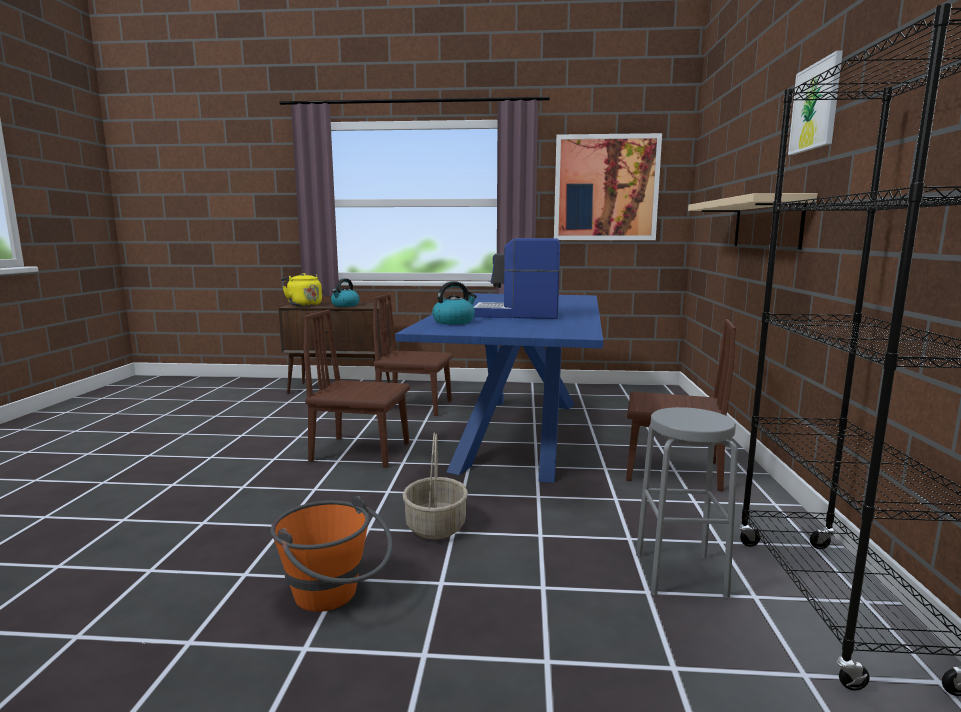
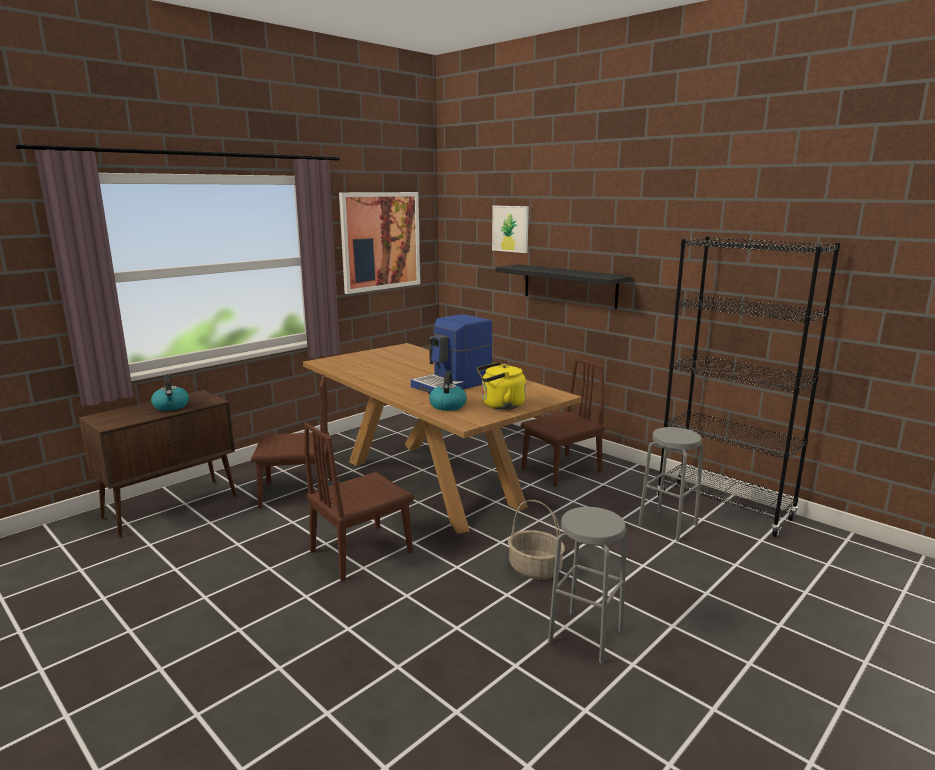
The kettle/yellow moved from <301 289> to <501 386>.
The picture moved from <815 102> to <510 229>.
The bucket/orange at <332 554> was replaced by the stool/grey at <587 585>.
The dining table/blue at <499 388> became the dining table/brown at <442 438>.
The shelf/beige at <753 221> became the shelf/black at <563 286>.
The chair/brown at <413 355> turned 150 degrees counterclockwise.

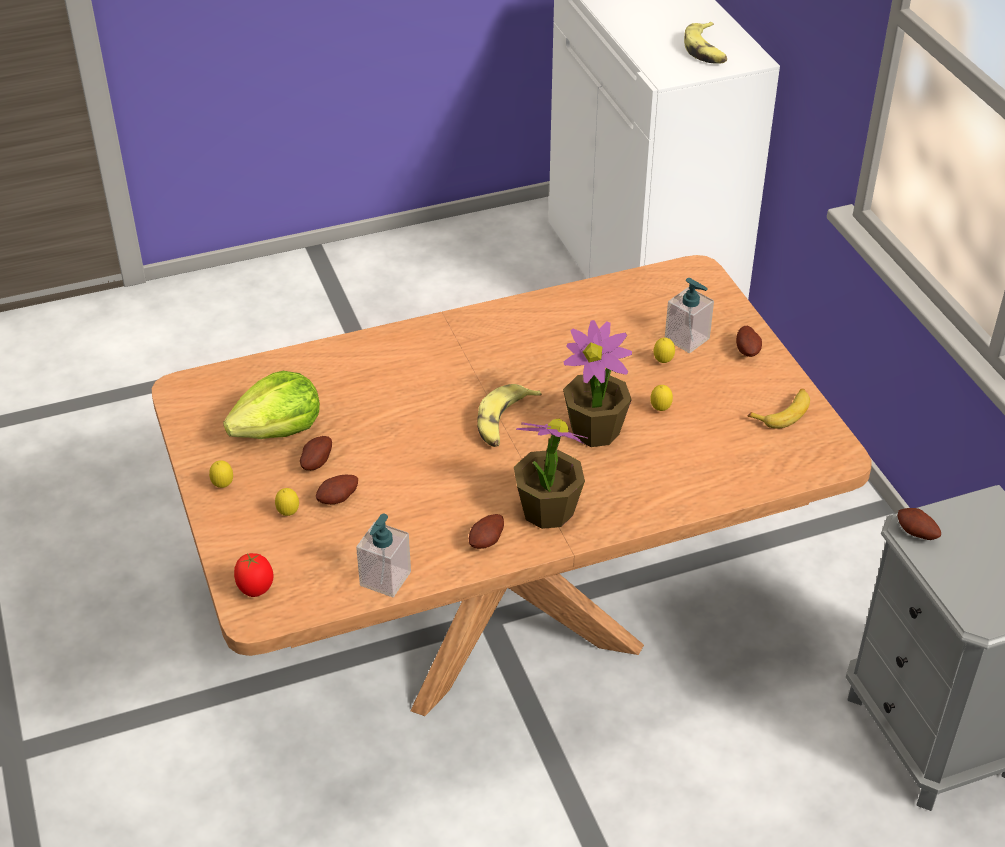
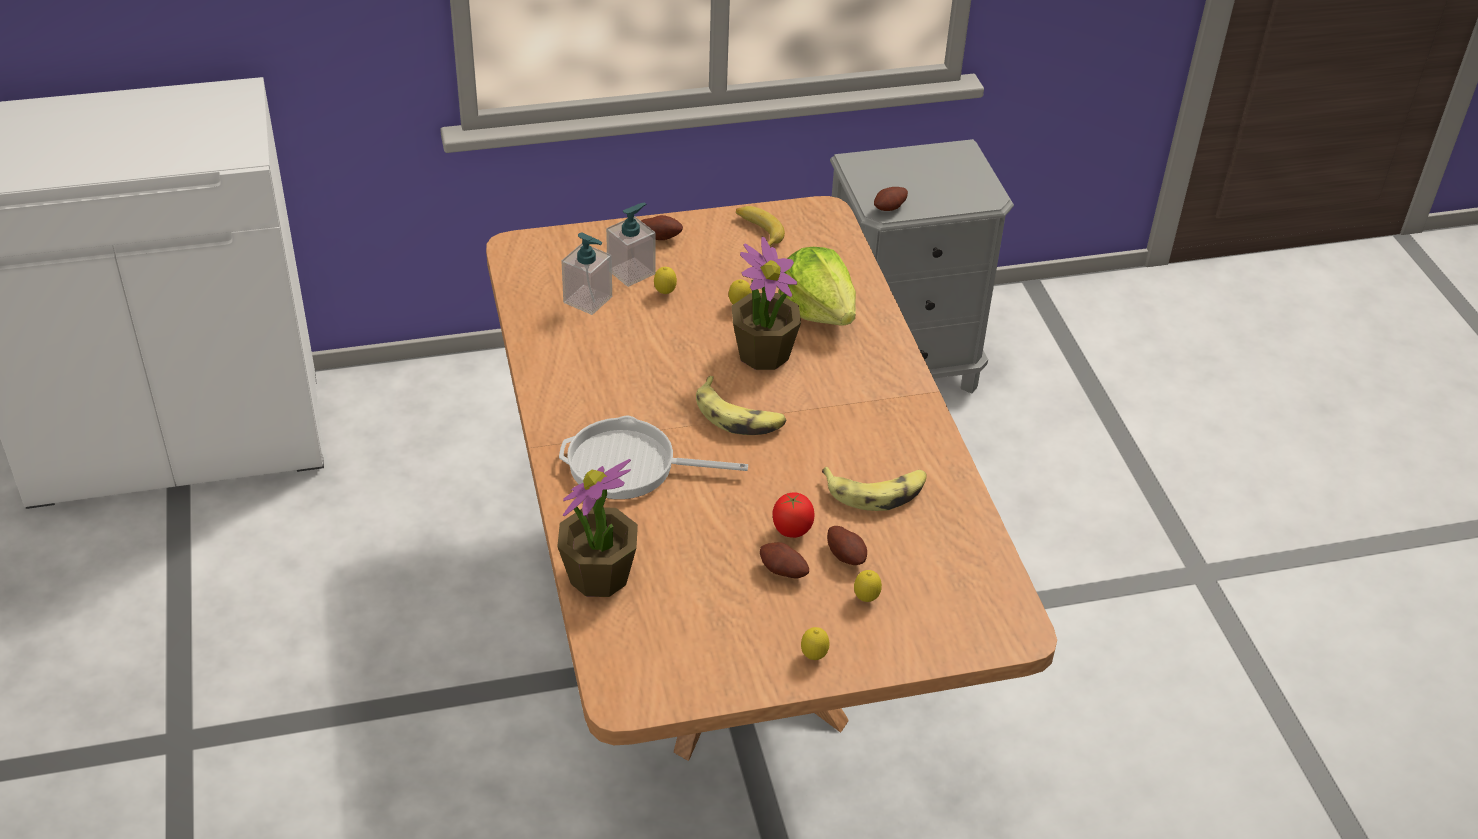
The potato at <486 531> disappeared.
The frying pan at <653 457> appeared.
The lettuce moved from <271 405> to <817 286>.
The tomato moved from <253 575> to <793 515>.
The soap dispenser moved from <383 555> to <587 274>.
The potted plant moved from <550 474> to <597 528>.
The banana moved from <705 43> to <874 489>.

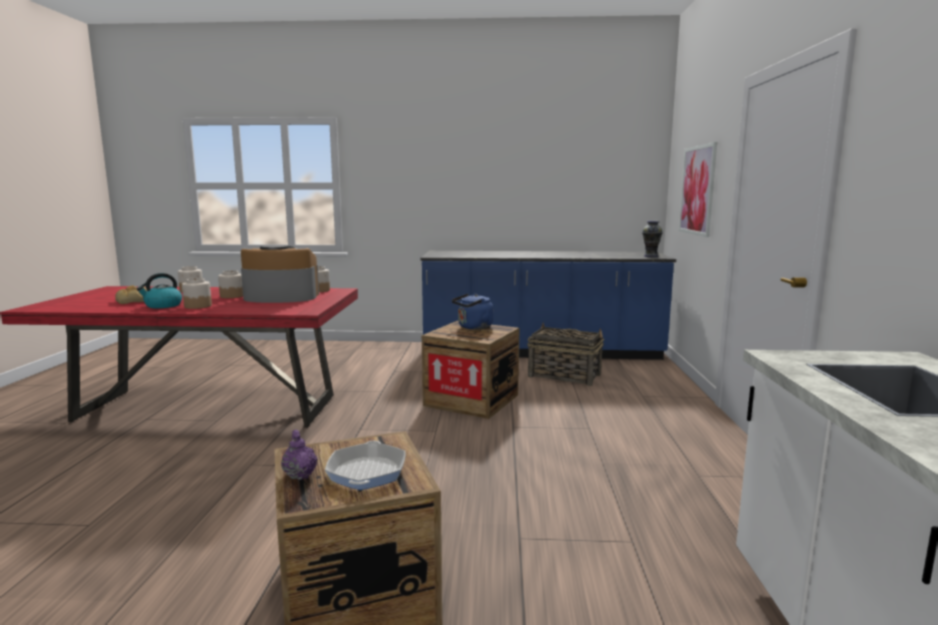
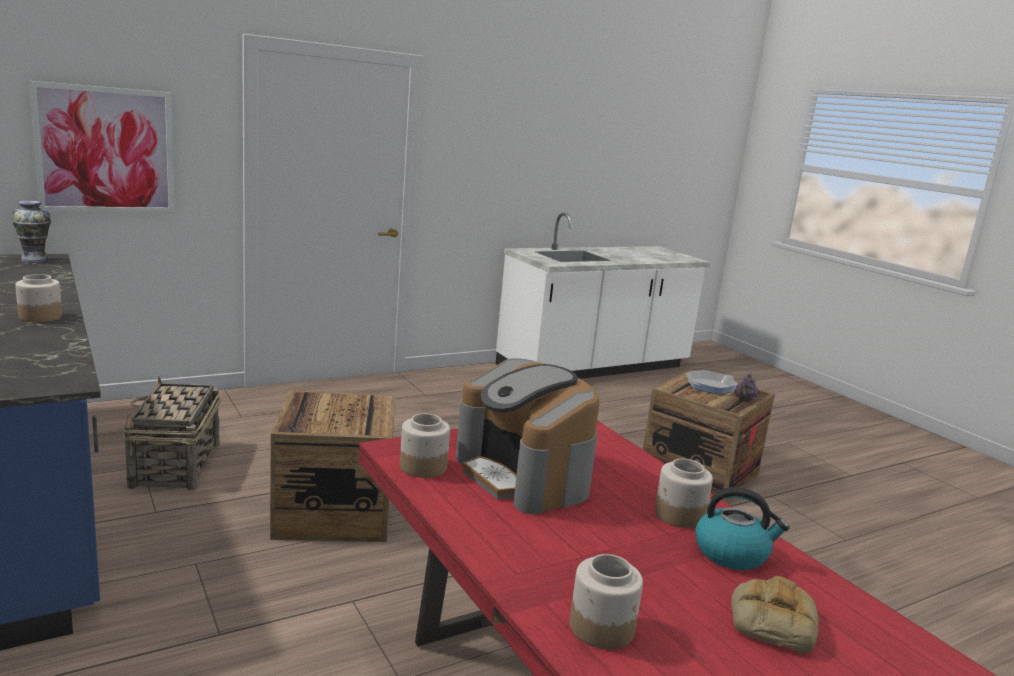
The kettle/blue at <472 312> disappeared.
The jar moved from <230 284> to <38 298>.

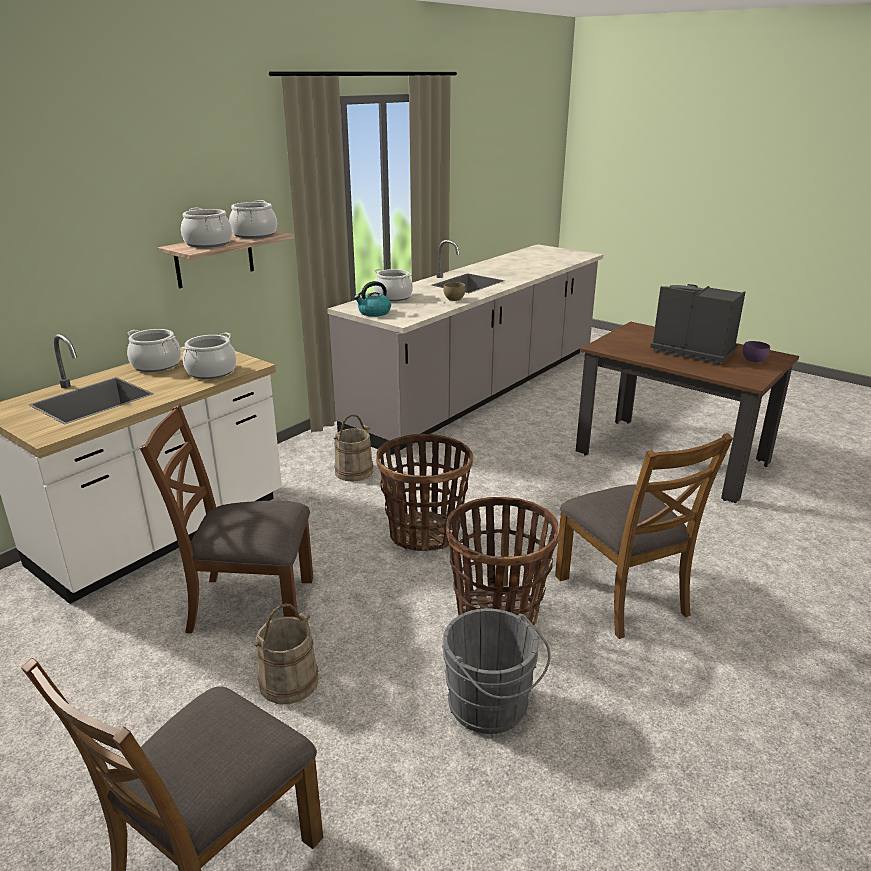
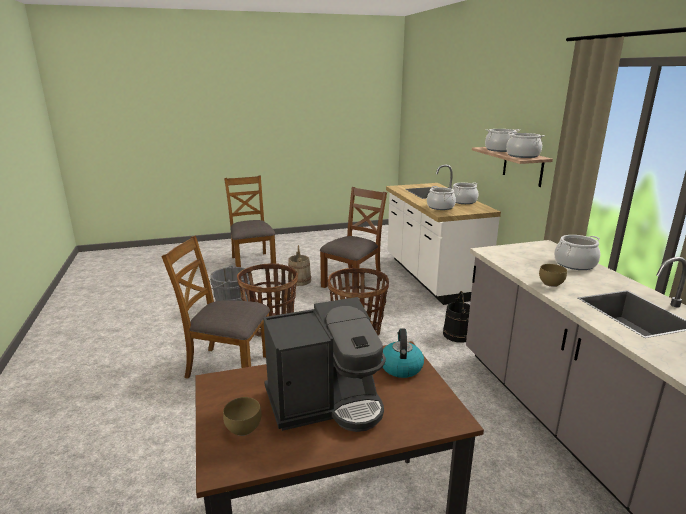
The kettle moved from <372 299> to <402 353>.
The bucket/beige at <353 448> became the bucket/black at <456 317>.
The bowl/purple at <756 352> became the bowl/brown at <242 416>.

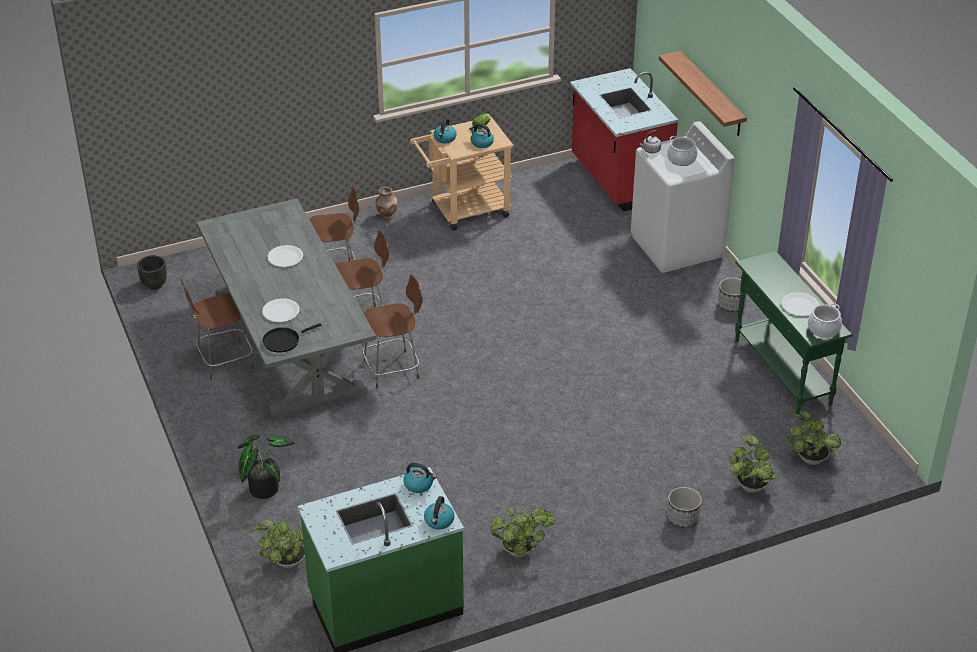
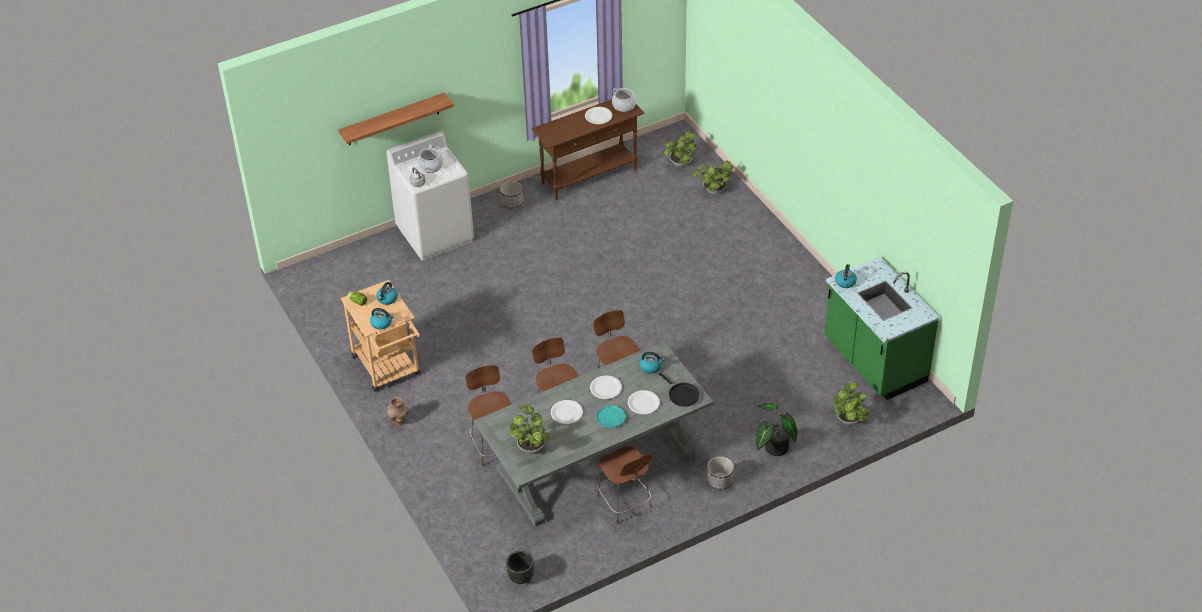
The counter/red at <624 140> disappeared.
The plate/white at <606 387> appeared.
The plate/turquoise at <611 416> appeared.
The kettle moved from <439 512> to <652 362>.
The potted plant moved from <523 532> to <530 429>.
The planter moved from <684 507> to <720 472>.
The console table/green at <794 332> became the console table/brown at <588 149>.

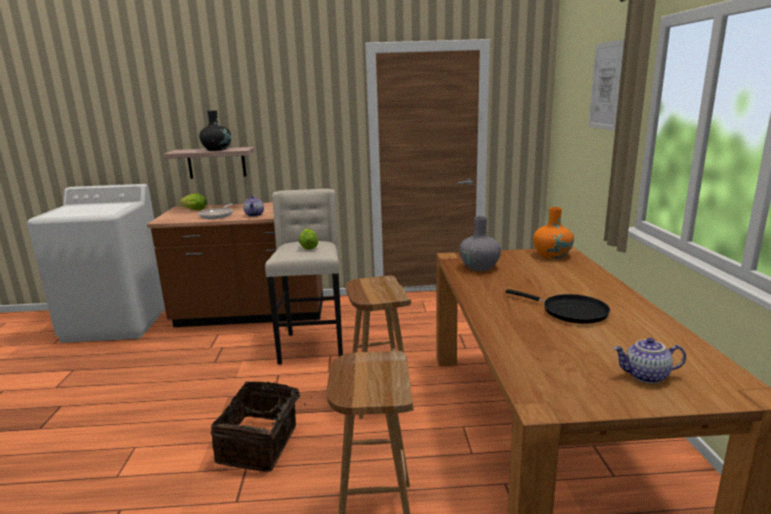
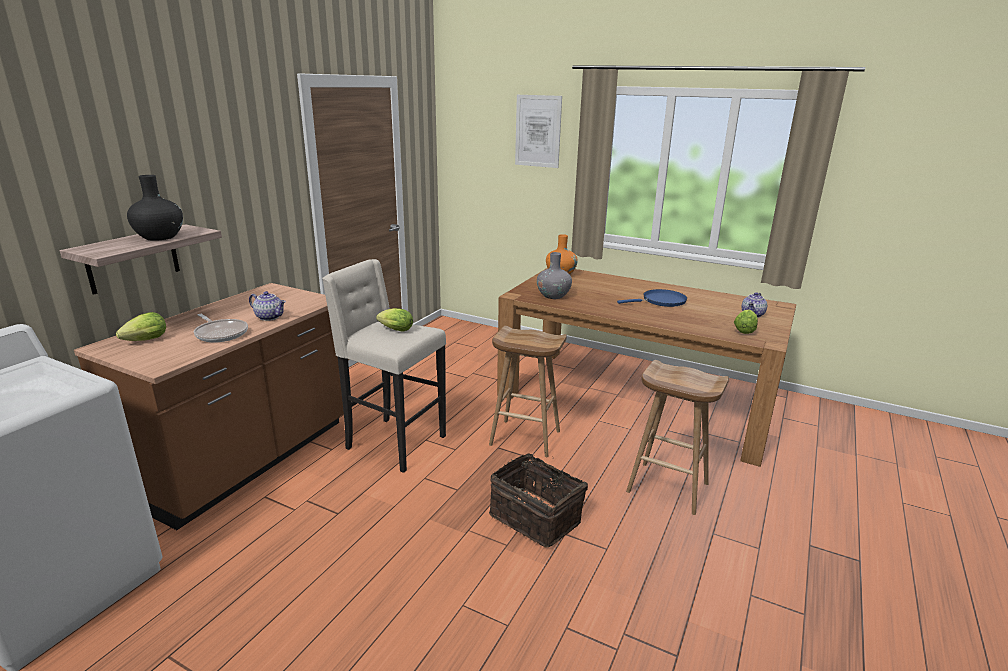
The lettuce at <746 322> appeared.
The frying pan/black at <558 306> became the frying pan/blue at <652 298>.

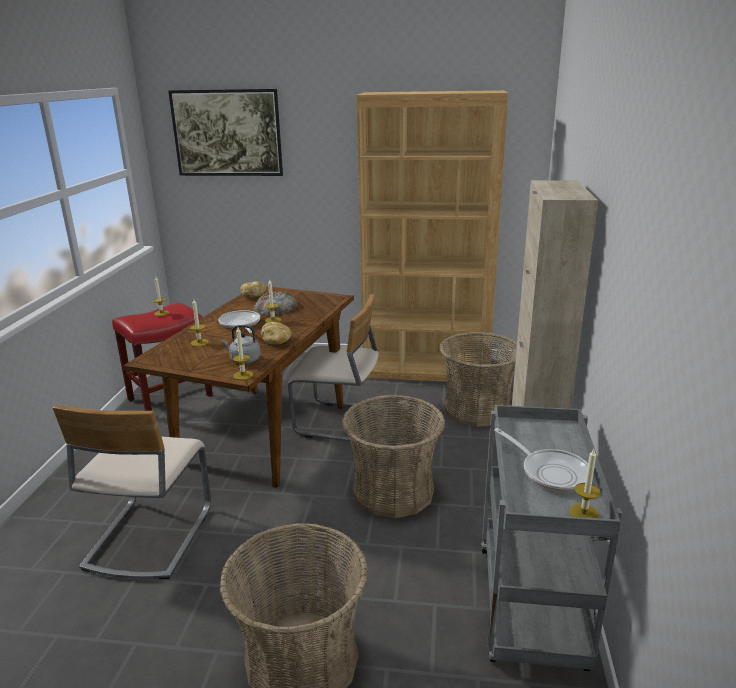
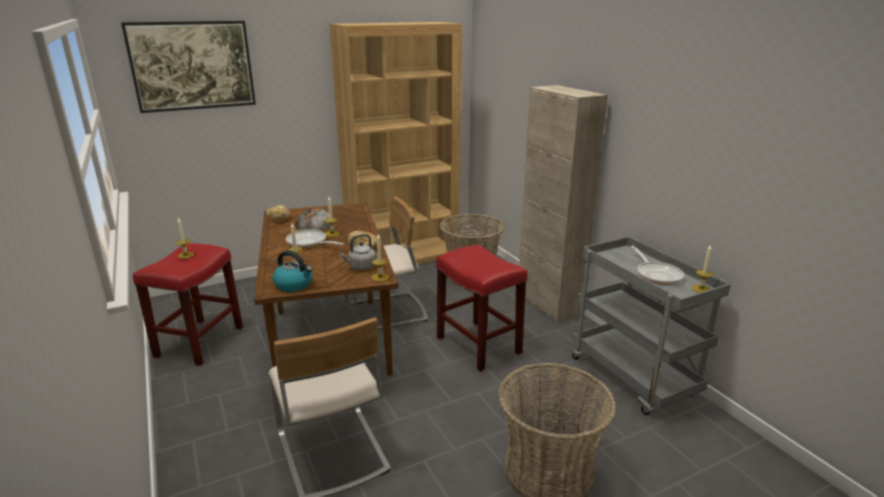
The kettle at <293 271> appeared.
The basket at <394 456> was replaced by the stool/red at <481 308>.
The frying pan at <541 460> turned 60 degrees clockwise.

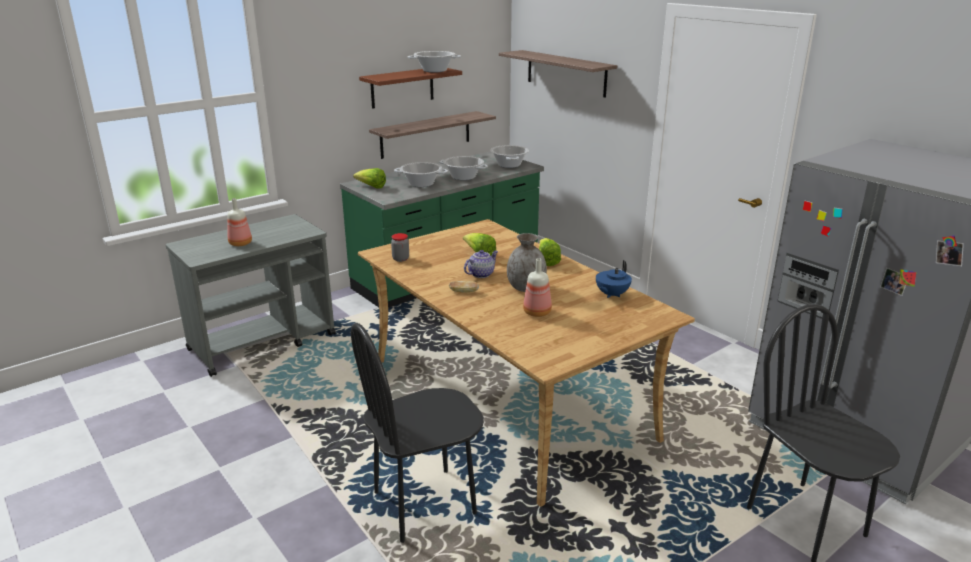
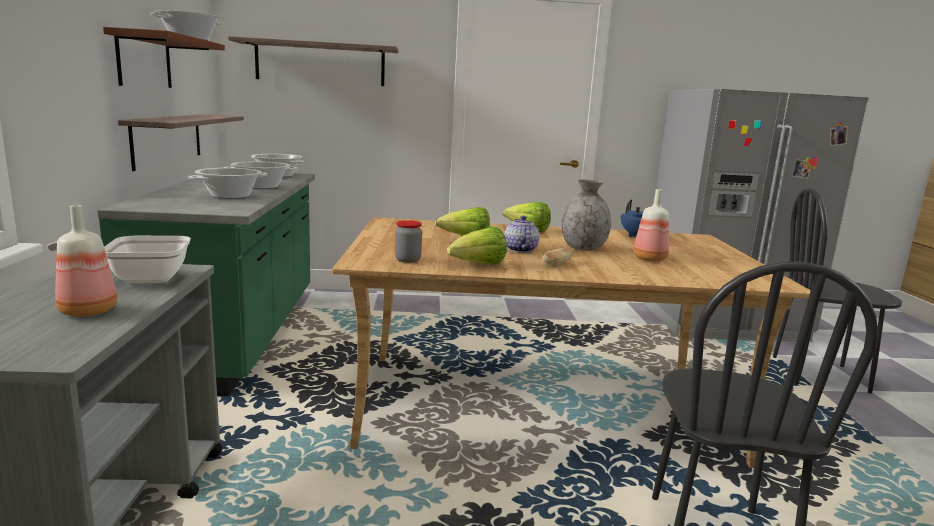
The frying pan at <119 259> appeared.
The lettuce moved from <369 178> to <477 245>.

